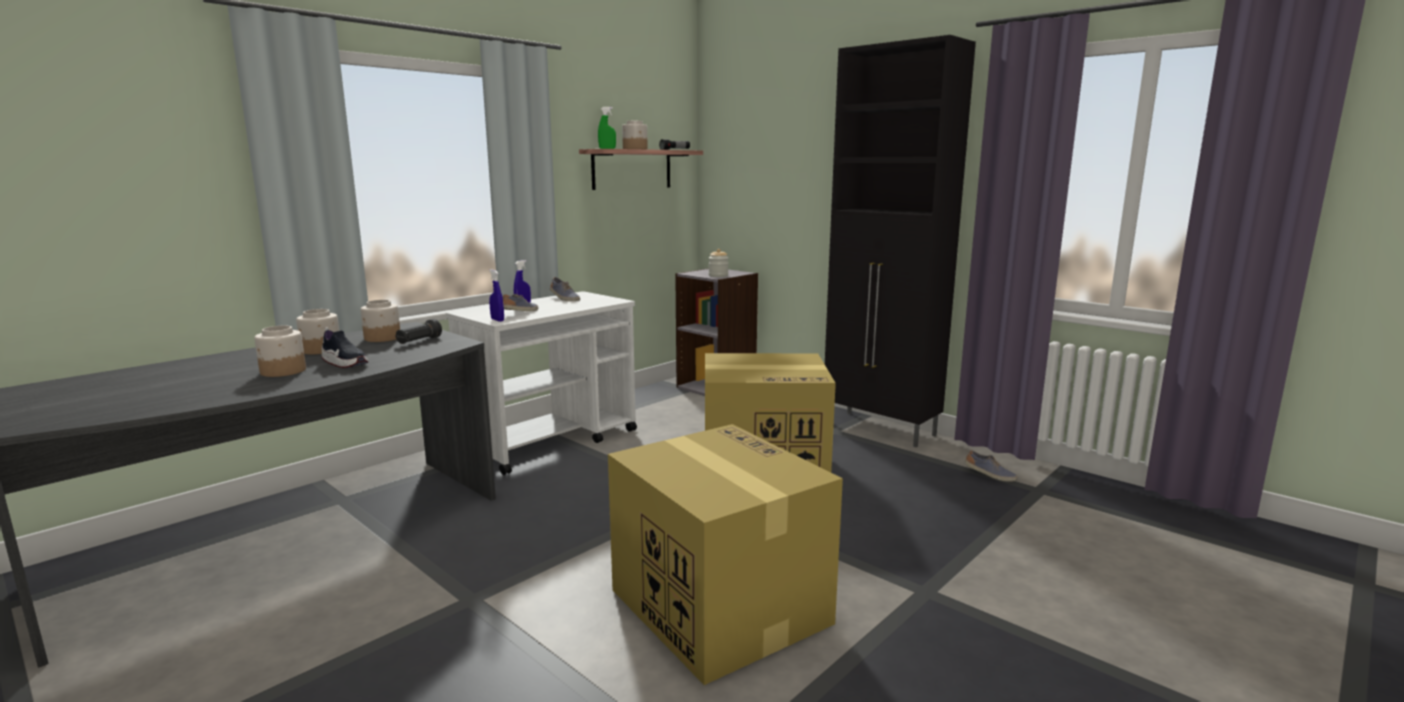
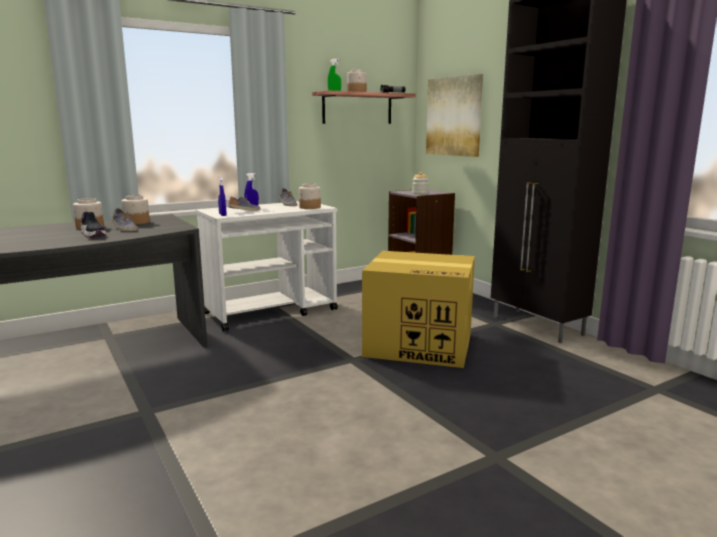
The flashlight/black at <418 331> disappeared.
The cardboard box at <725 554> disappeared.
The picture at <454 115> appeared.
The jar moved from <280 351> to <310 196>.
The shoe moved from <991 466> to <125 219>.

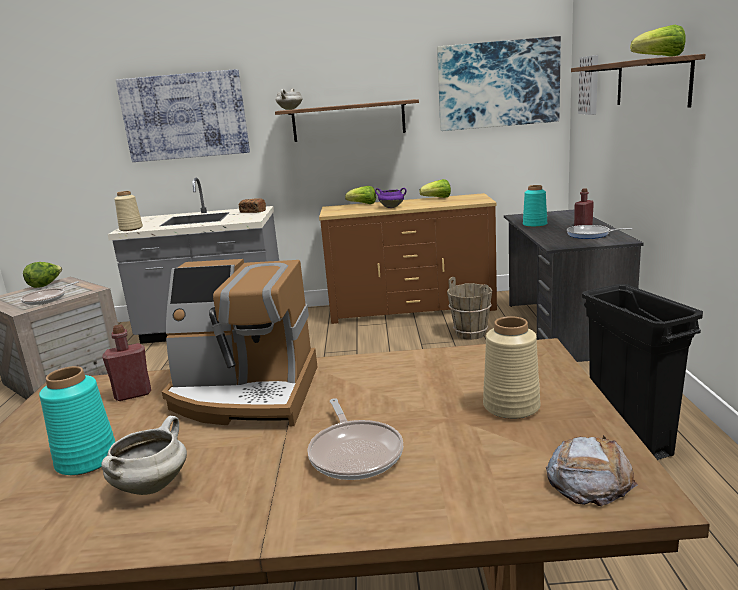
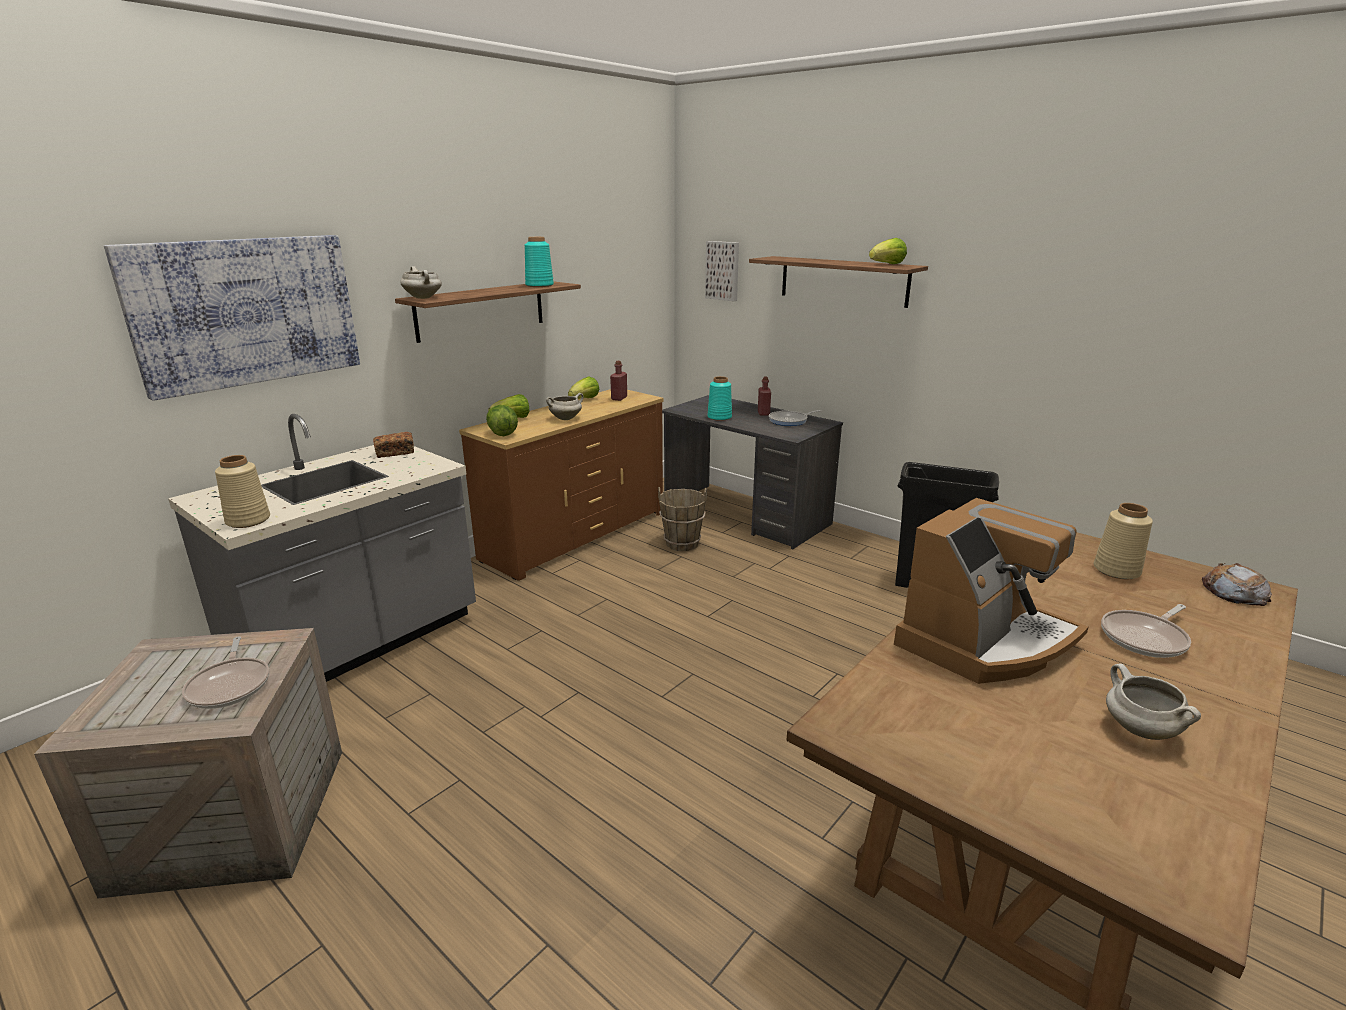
The picture at <499 83> disappeared.
The lettuce moved from <42 275> to <502 420>.
The vase/turquoise moved from <77 420> to <539 262>.
The bottle/red moved from <126 363> to <618 381>.
The cooking pot/purple at <391 198> became the cooking pot/white at <565 406>.
The frying pan at <355 439> turned 120 degrees clockwise.

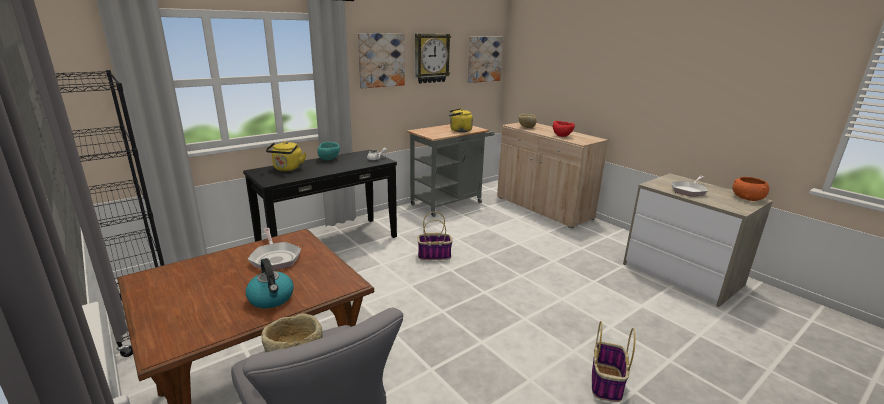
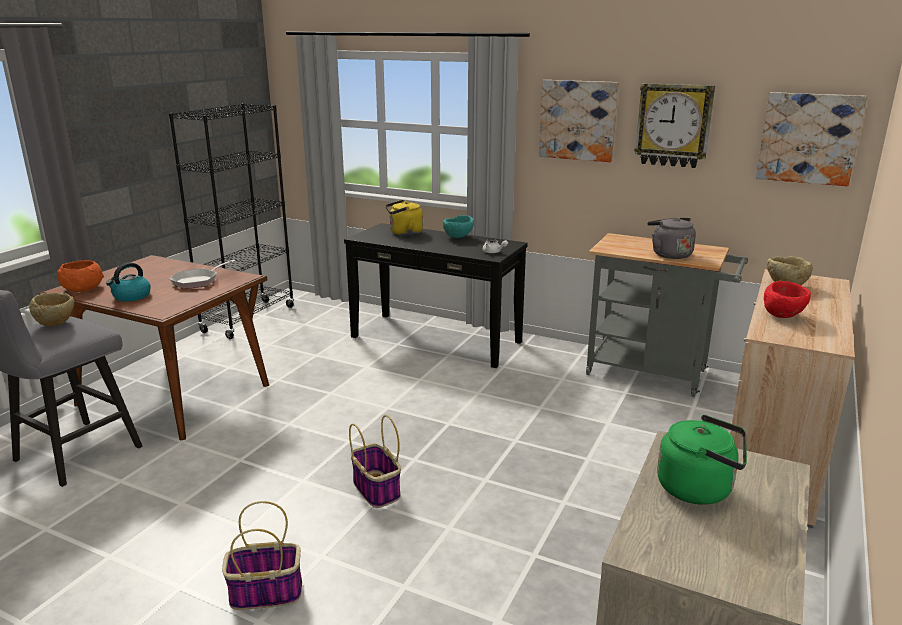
The basket moved from <435 236> to <375 461>.
The bowl/orange moved from <750 189> to <80 276>.
The frying pan at <689 186> was replaced by the kettle/green at <702 460>.
The kettle/yellow at <461 120> became the kettle/grey at <671 238>.

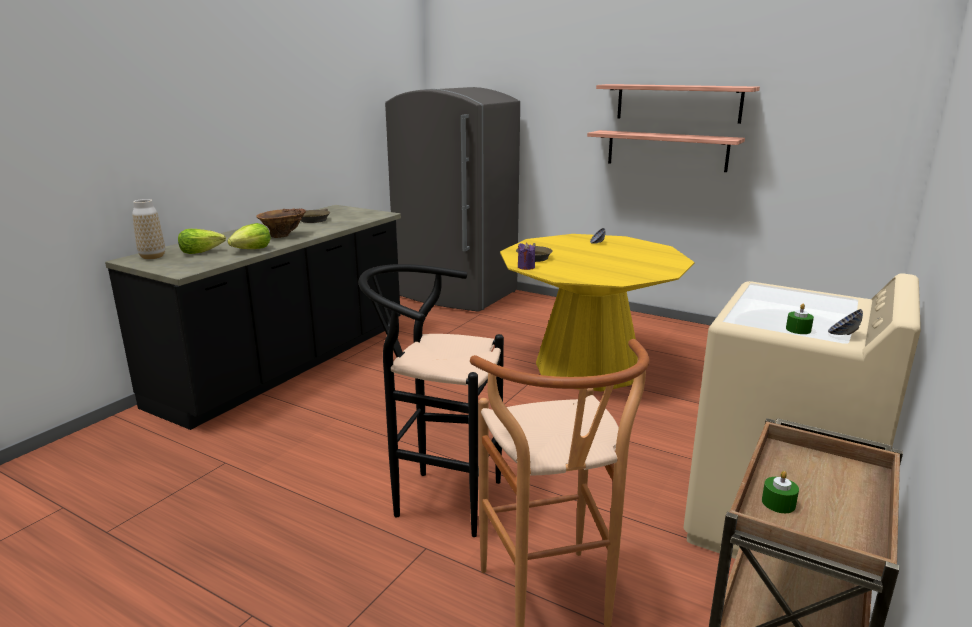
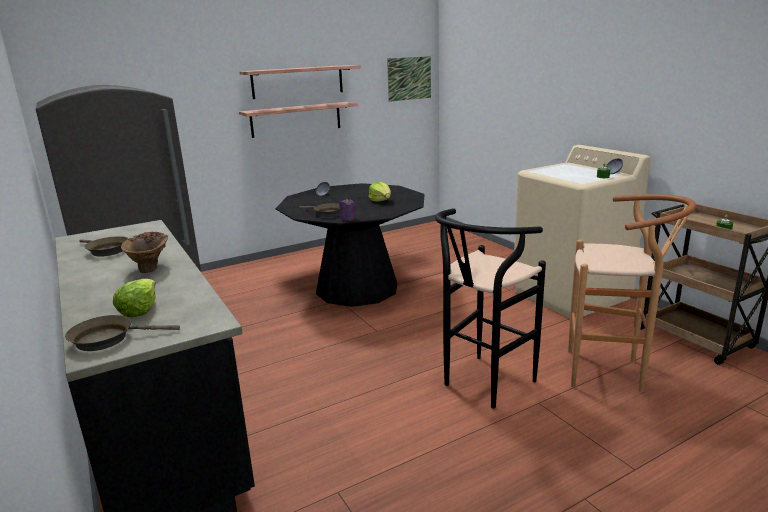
The picture at <409 79> appeared.
The lettuce moved from <248 236> to <379 192>.
The vase at <148 229> was replaced by the frying pan/brown at <122 333>.
The dining table/yellow at <597 312> became the dining table/black at <349 245>.

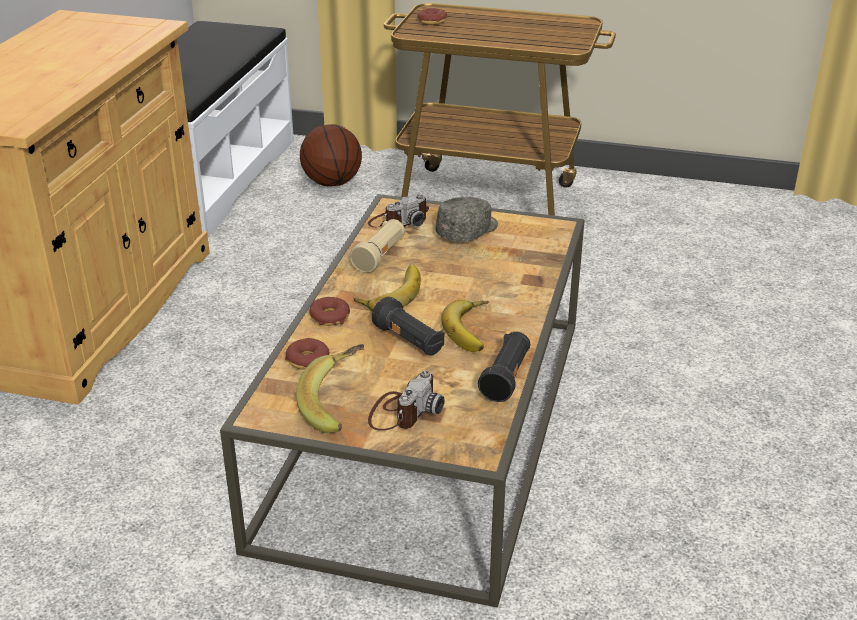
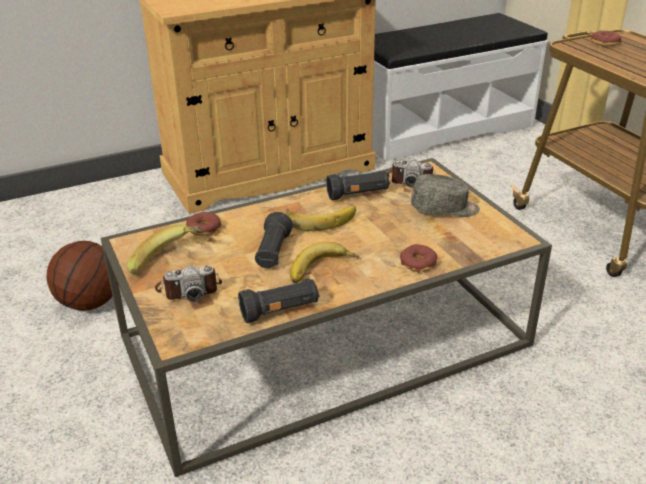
The basketball moved from <331 155> to <82 276>.
The donut moved from <329 311> to <418 258>.
The flashlight/beige at <377 246> became the flashlight/black at <358 185>.

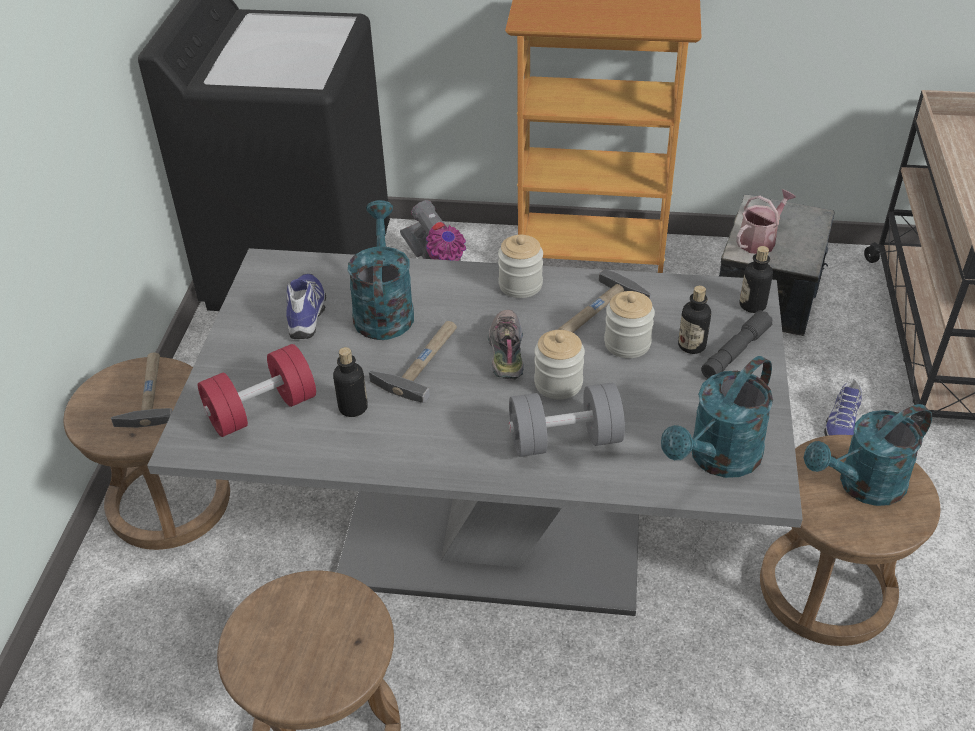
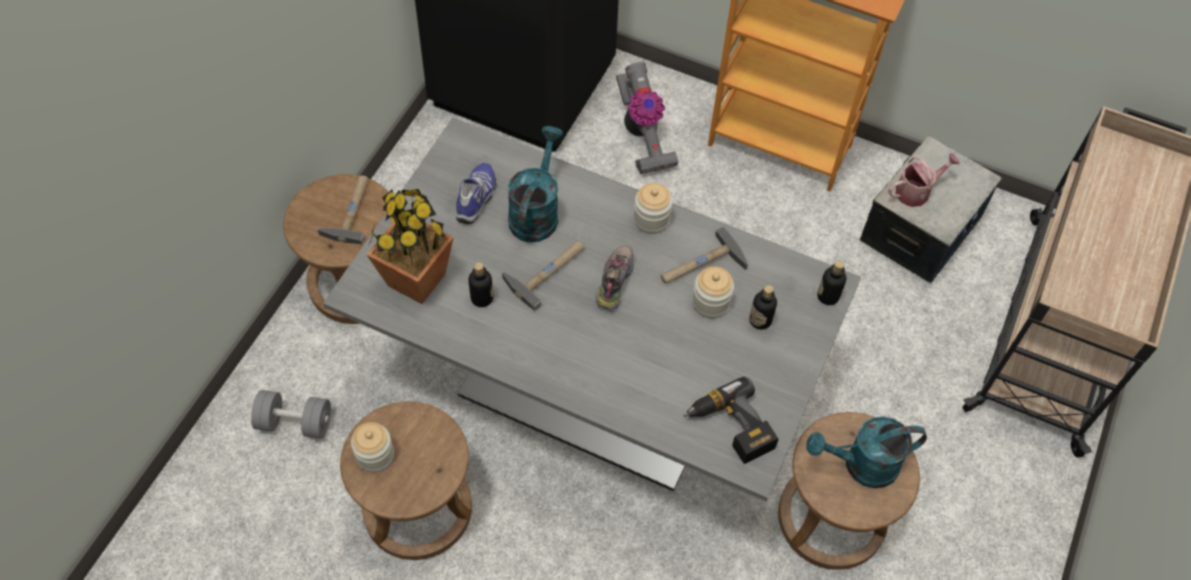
The flashlight/grey at <737 344> disappeared.
The shoe at <843 407> disappeared.
The dumbbell/grey moved from <567 420> to <291 414>.
The jar moved from <559 364> to <372 447>.
The dumbbell/red at <257 390> was replaced by the potted plant at <410 246>.
The watering can/turquoise at <717 417> was replaced by the power drill at <731 420>.

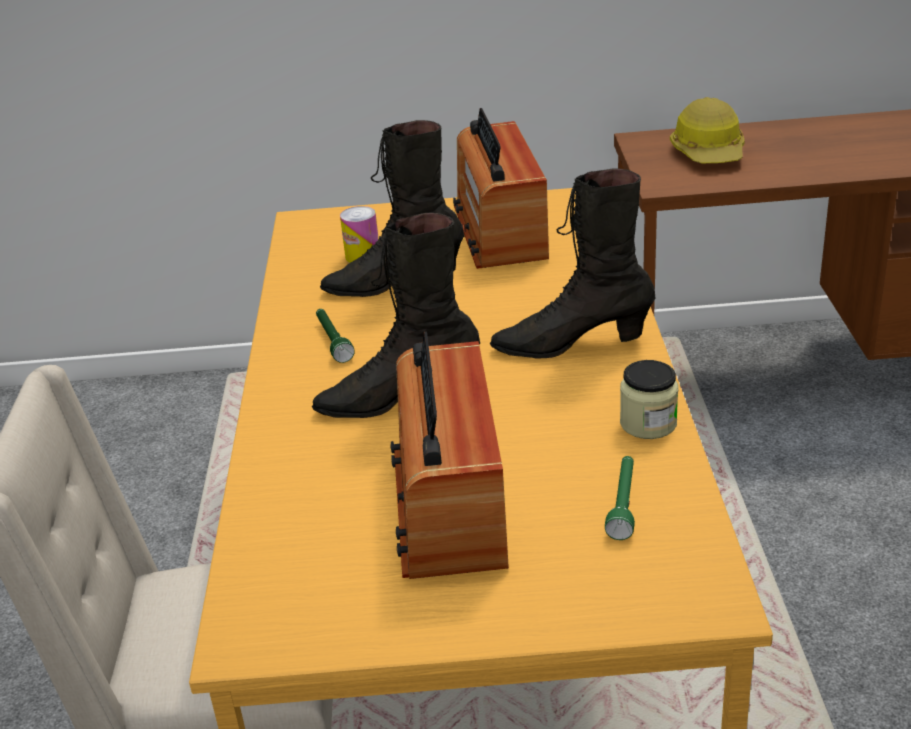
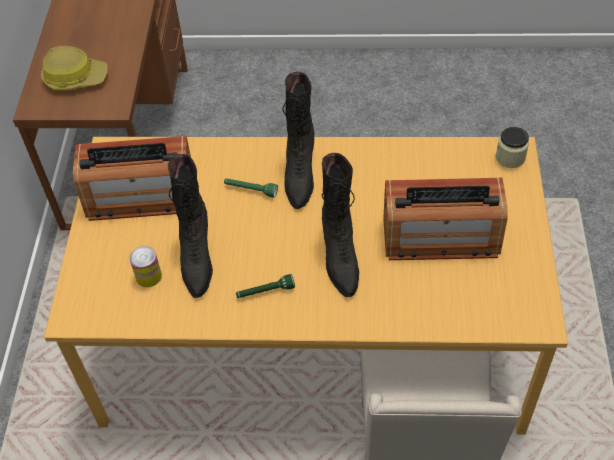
The flashlight/green moved from <620 498> to <251 188>.
The jar moved from <649 399> to <512 147>.

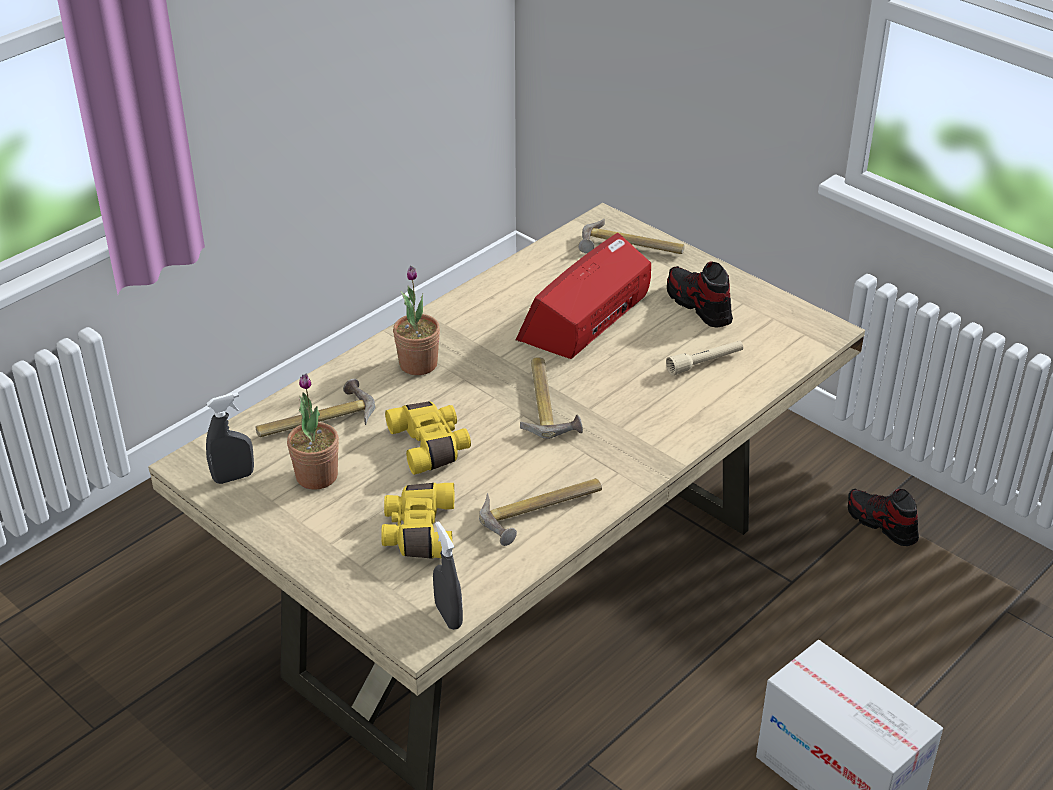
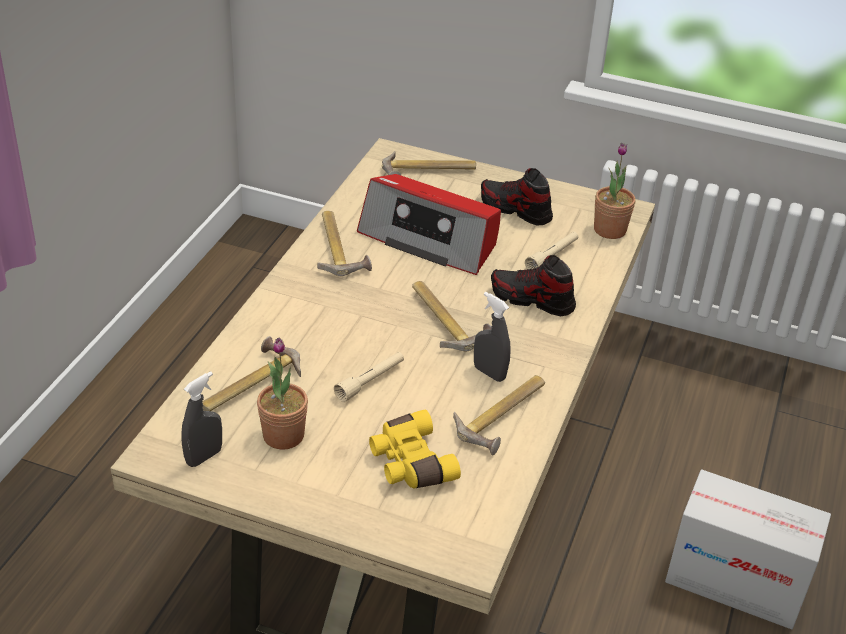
The hammer at <344 243> appeared.
The potted plant moved from <416 320> to <615 191>.
The spray bottle/grey moved from <448 576> to <492 337>.
The shoe moved from <883 517> to <533 285>.
The binoculars/yellow at <428 438> was replaced by the flashlight/beige at <369 377>.
The radio at <583 296> turned 75 degrees counterclockwise.

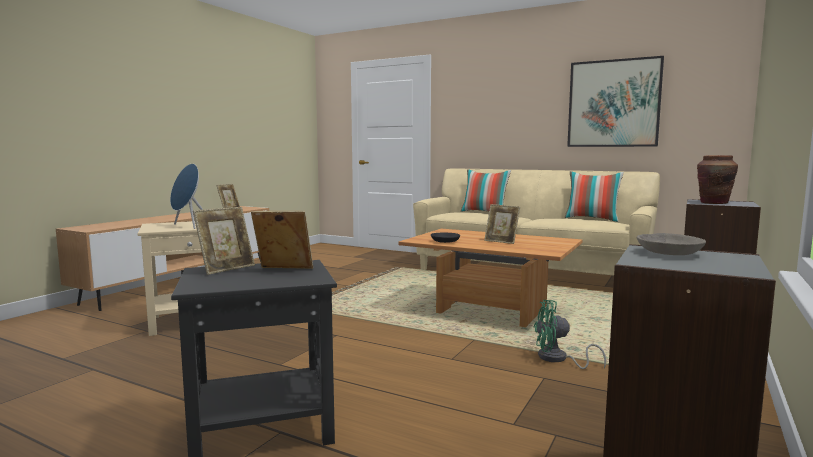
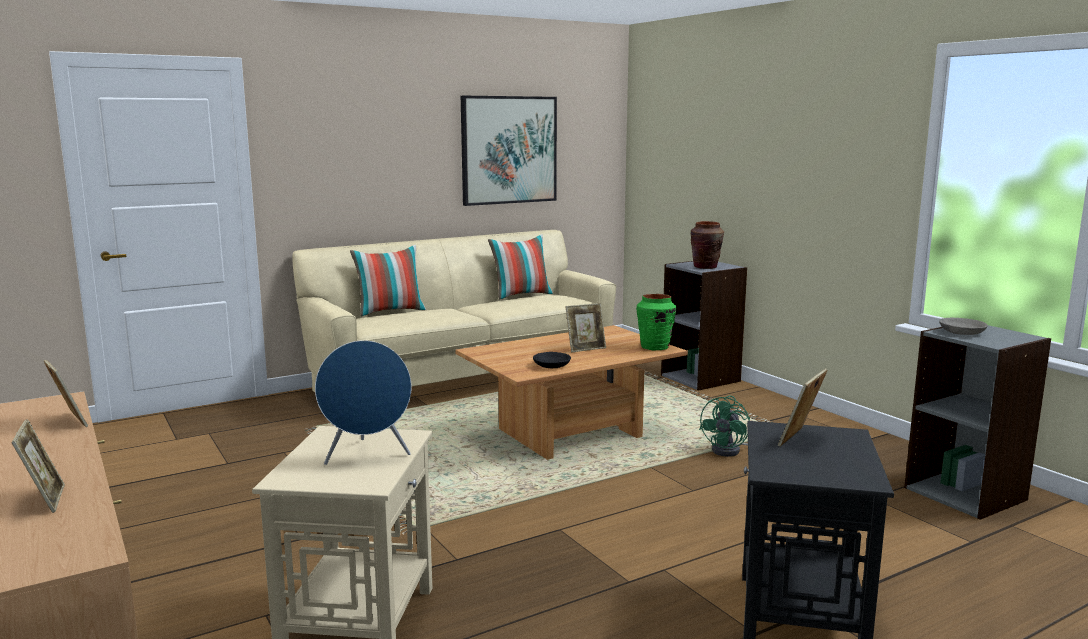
The vase/green at <656 322> appeared.
The picture frame moved from <224 241> to <38 466>.

